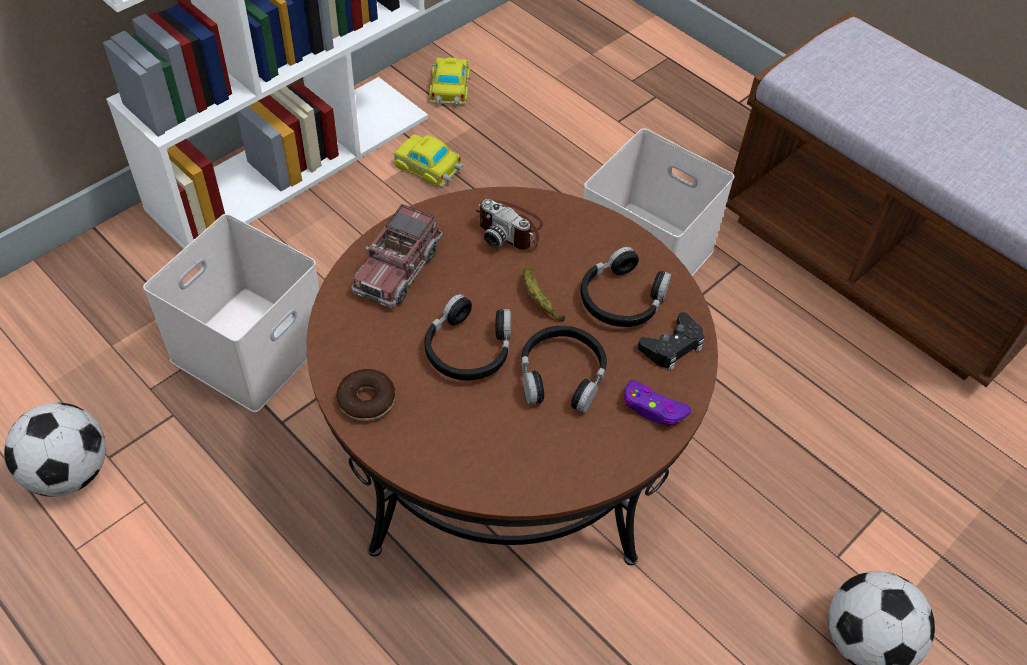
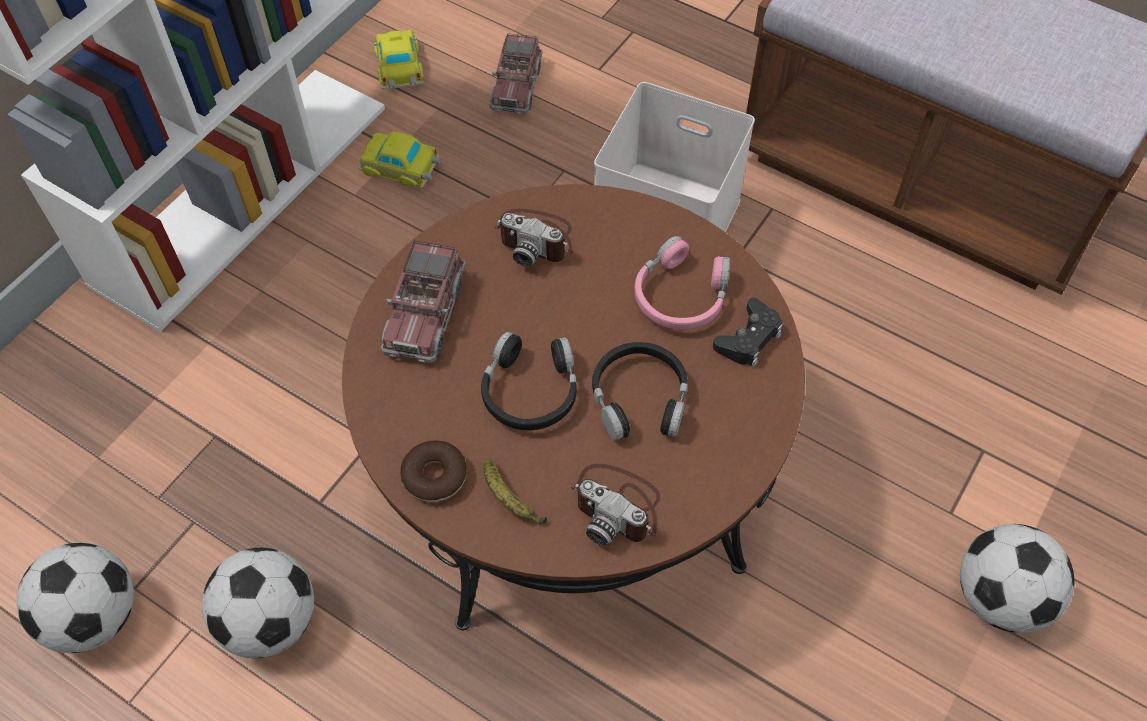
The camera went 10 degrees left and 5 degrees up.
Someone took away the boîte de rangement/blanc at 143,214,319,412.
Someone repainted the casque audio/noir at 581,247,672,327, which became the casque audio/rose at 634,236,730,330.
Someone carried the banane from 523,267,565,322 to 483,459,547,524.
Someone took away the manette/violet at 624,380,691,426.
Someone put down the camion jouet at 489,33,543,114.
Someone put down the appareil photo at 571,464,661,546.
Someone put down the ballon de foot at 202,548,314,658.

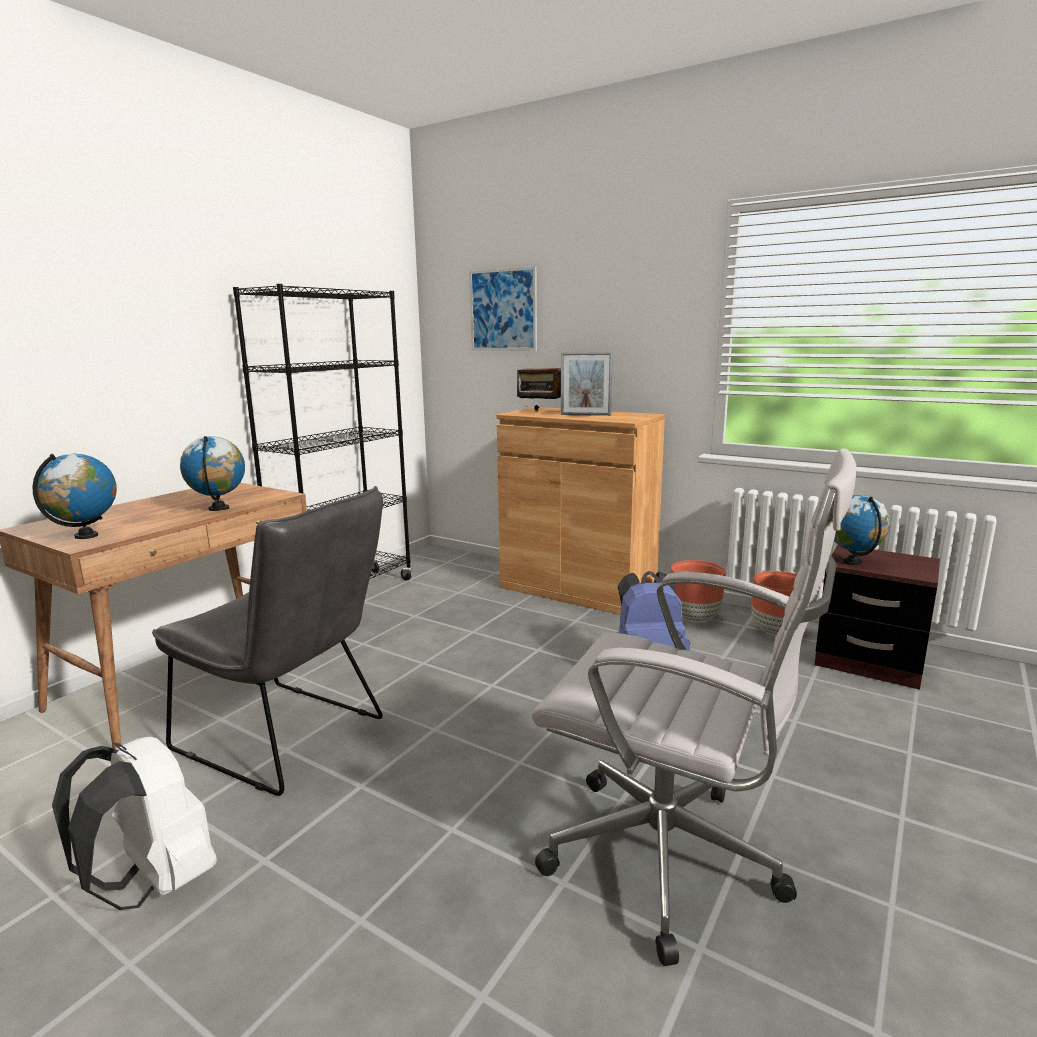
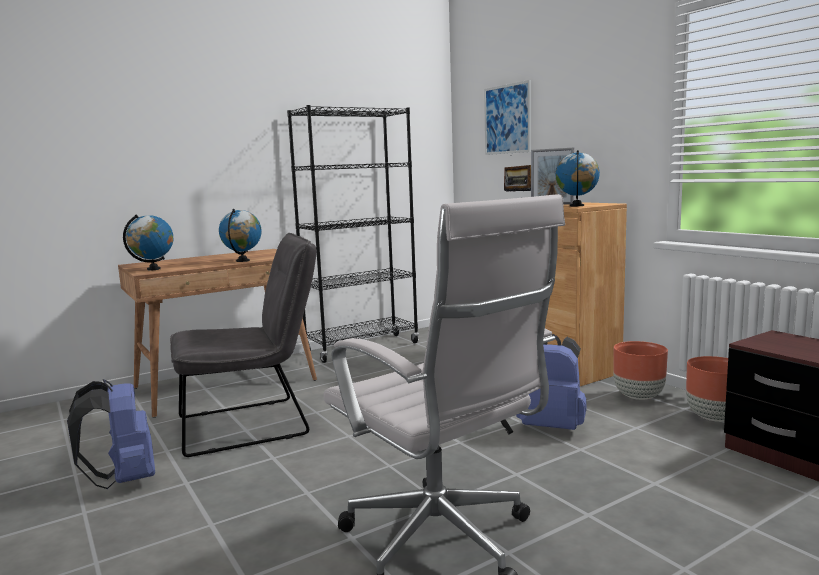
The camera went 25 degrees right and 5 degrees down.
Someone rotated the chaise/gris at 152,486,383,796 by 75 degrees counterclockwise.
Someone carried the globe from 834,495,890,565 to 555,150,600,206.
Someone repainted the sac à dos/blanc at 52,737,217,910, which became the sac à dos/bleu at 67,379,155,489.

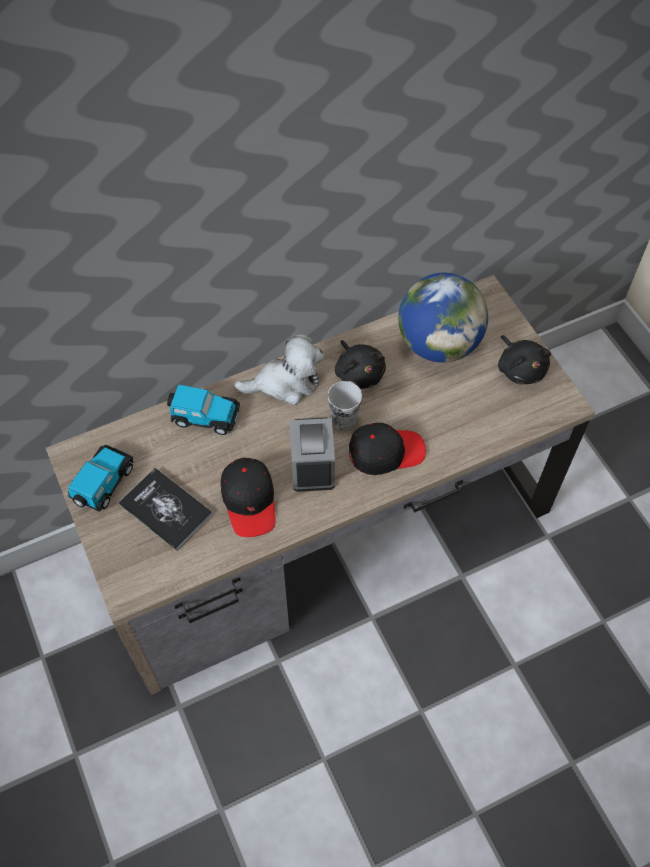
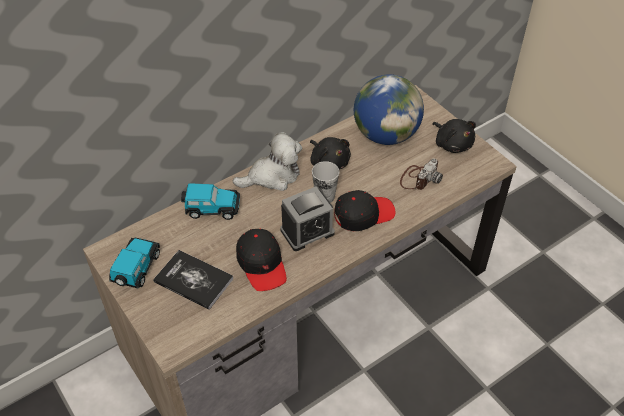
The camera went 10 degrees left and 10 degrees down.
Someone rotated the réveil at 290,417,335,492 by 105 degrees counterclockwise.
Someone put down the appareil photo at 400,158,443,190.

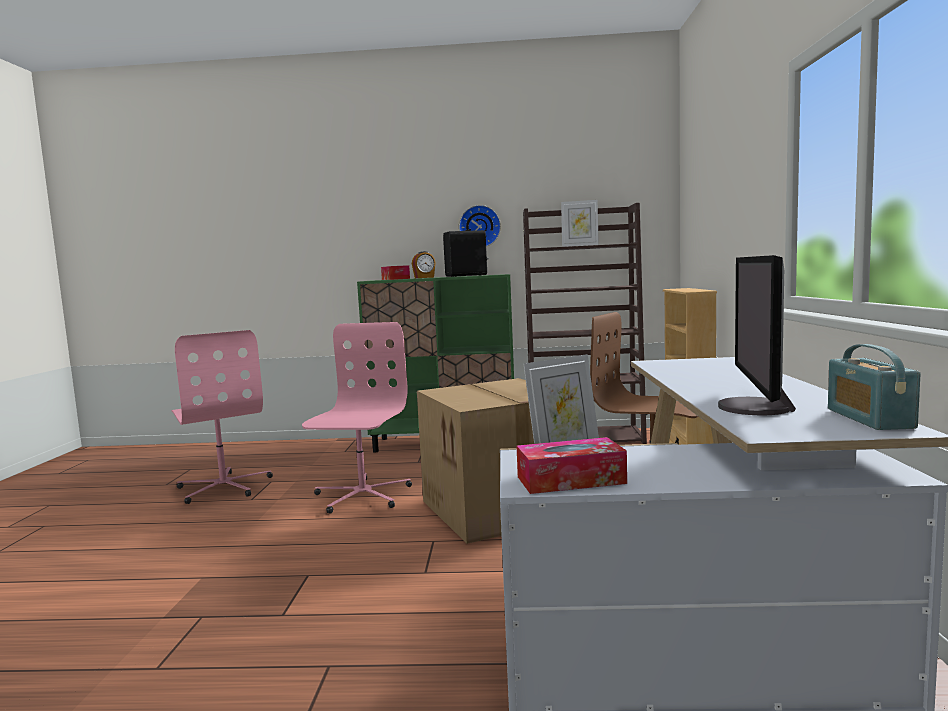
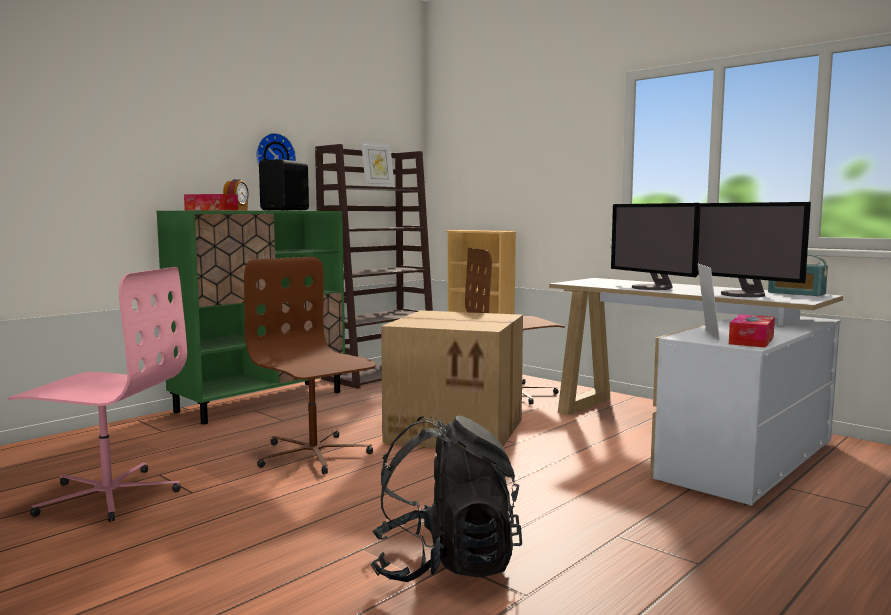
The camera went 50 degrees left and 0 degrees up.
Someone repainted the chaise de bureau/rose at 302,322,412,514, which became the chaise de bureau/marron at 244,257,376,474.
Someone put down the écran d'ordinateur at 611,203,701,290.
Someone put down the sac à dos/noir at 370,416,522,582.

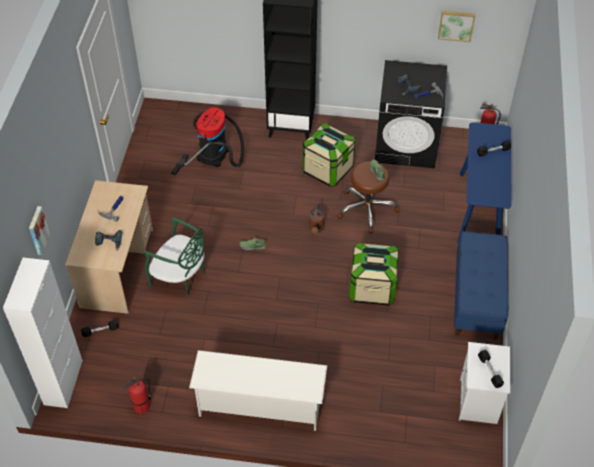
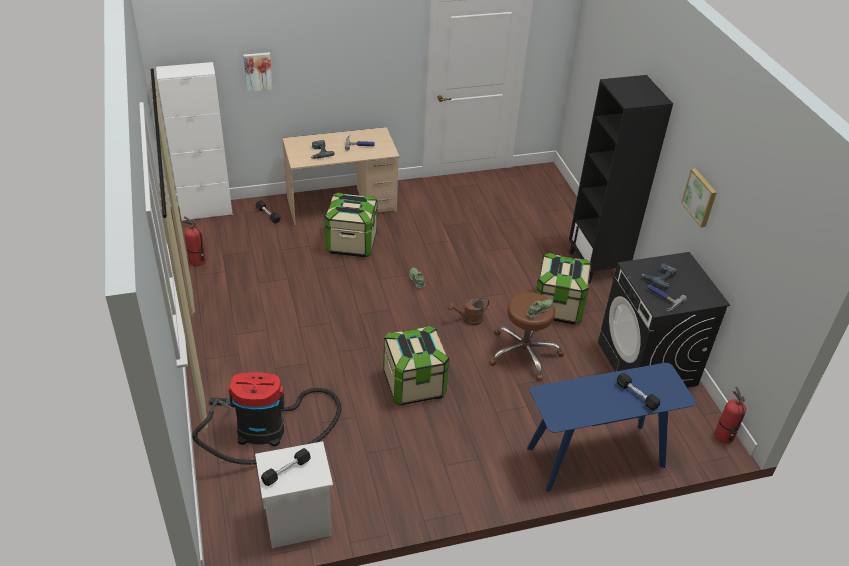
The camera went 65 degrees right and 10 degrees down.
Someone carried the tableau from 438,11,475,42 to 681,168,717,228.
Someone carried the aspirateur from 171,107,244,175 to 192,372,341,465.
Someone swapped the chaise/vert at 144,217,204,295 for the boîte de rangement at 325,192,378,257.
Someone took away the banc/bleu at 454,231,508,340.
Someone took away the étagère à chaussures/blanc at 189,350,327,431.

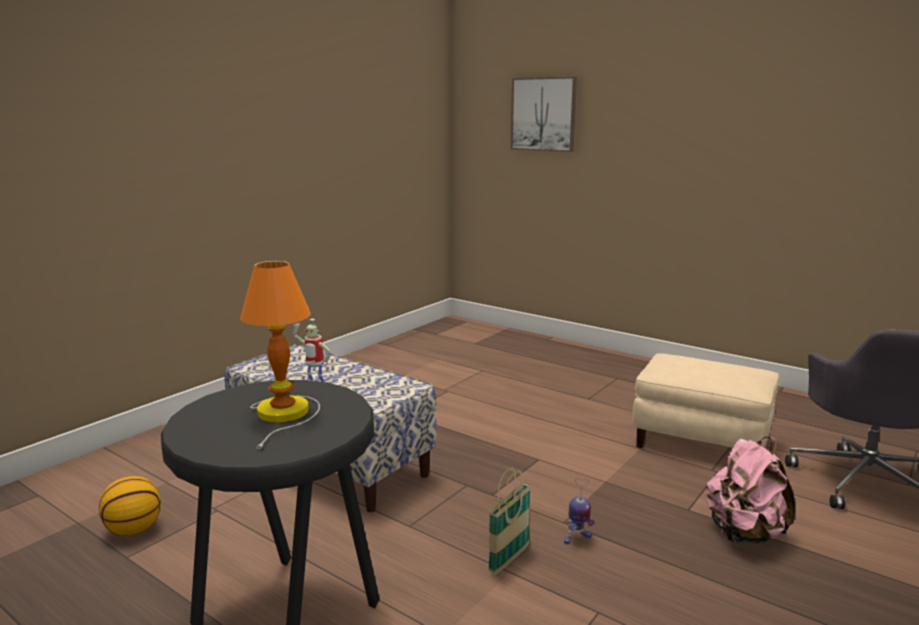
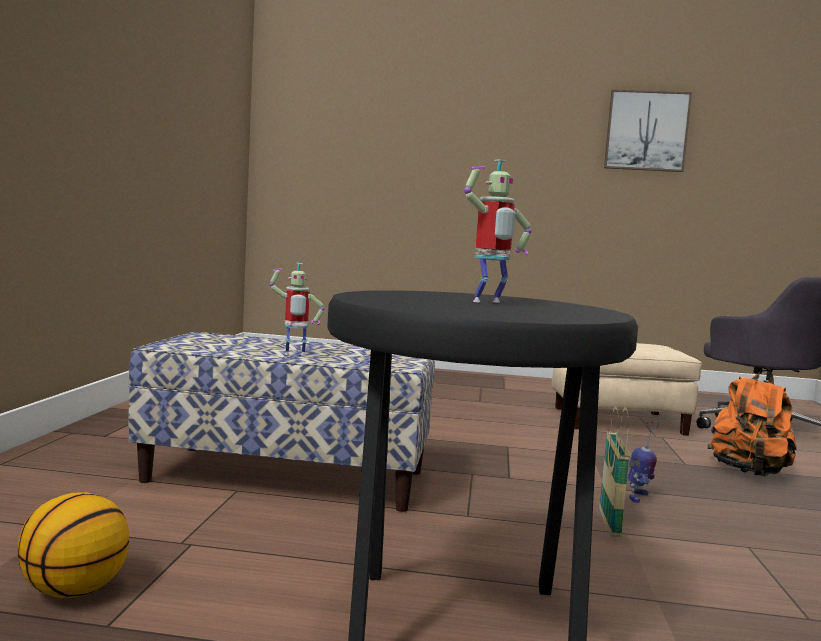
The camera went 30 degrees left and 10 degrees down.
Someone carried the tableau from 511,77,577,152 to 604,89,692,172.
Someone swapped the lampe de table at 240,261,320,449 for the robot jouet at 464,159,532,303.
Someone repainted the sac à dos/rose at 706,437,795,543, which became the sac à dos/orange at 708,369,797,476.

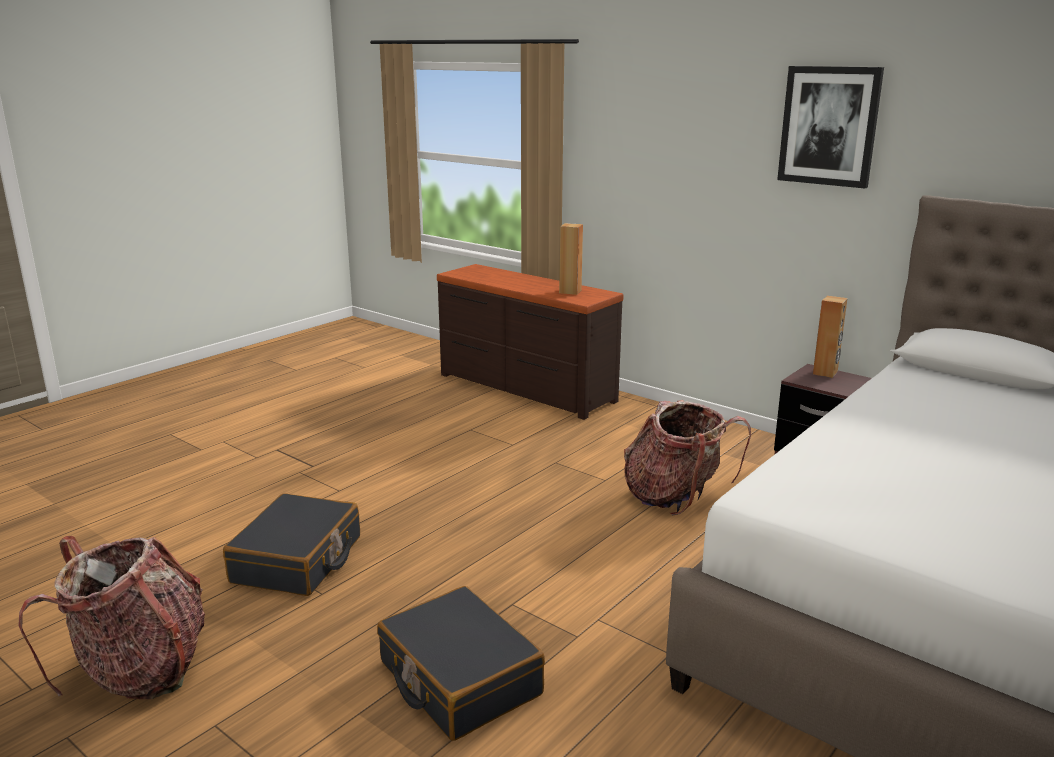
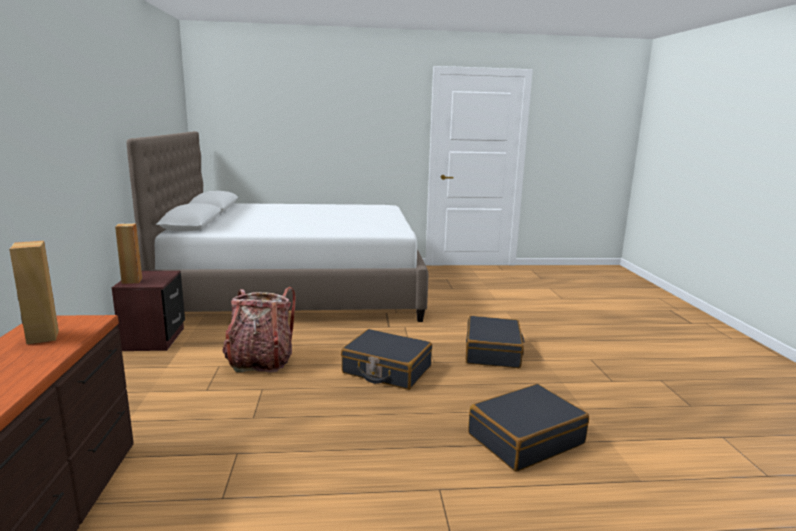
The camera went 135 degrees left and 5 degrees down.
Someone took away the tableau at 777,66,884,188.
Someone took away the sac à dos at 18,536,205,699.
Someone put down the valise/noir at 341,329,432,390.

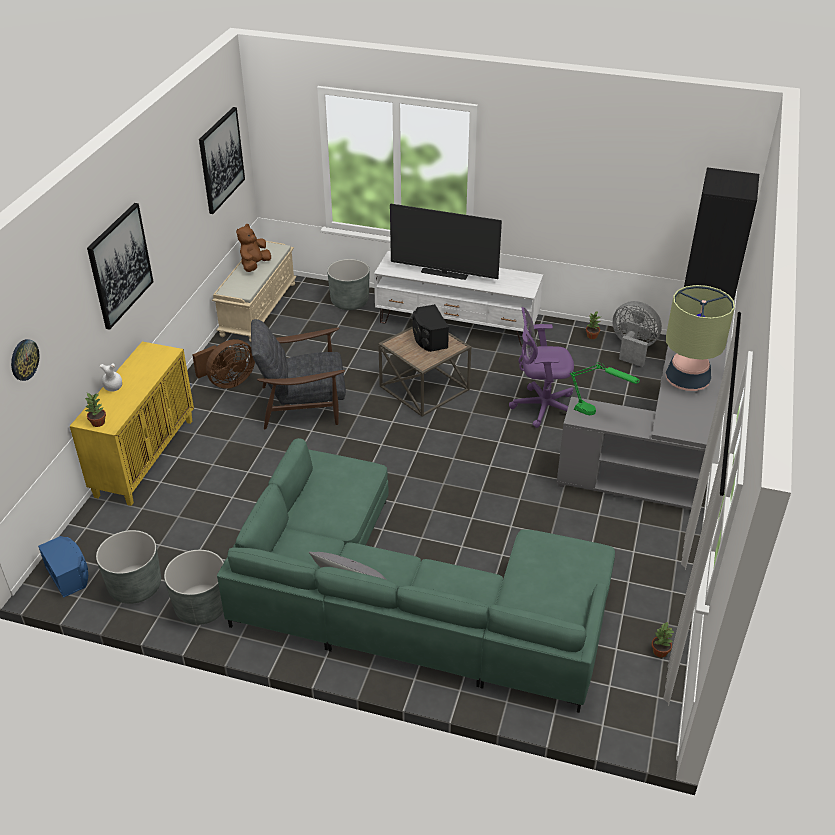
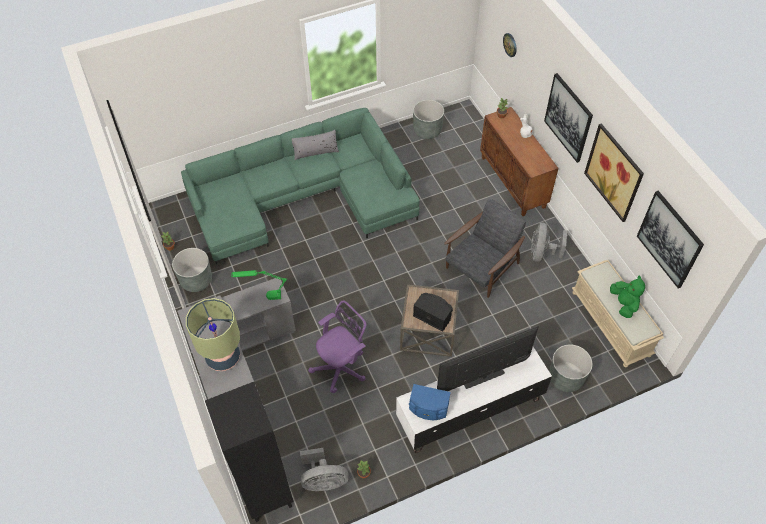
The camera went 140 degrees right and 15 degrees up.
Someone repainted the peluche/marron at 236,224,271,272, which became the peluche/vert at 610,276,645,318.
Someone repainted the ventilateur/marron at 192,339,255,389, which became the ventilateur/gris at 531,222,567,262.
Someone repainted the meuble de rangement/jaune at 70,342,194,506, which became the meuble de rangement/marron at 480,107,559,216.
Someone carried the enceinte/bleu from 38,536,88,598 to 409,384,451,420.
Someone carried the cache-pot/gris from 164,550,224,625 to 172,248,212,292.
Someone put up the tableau at 584,123,644,222.

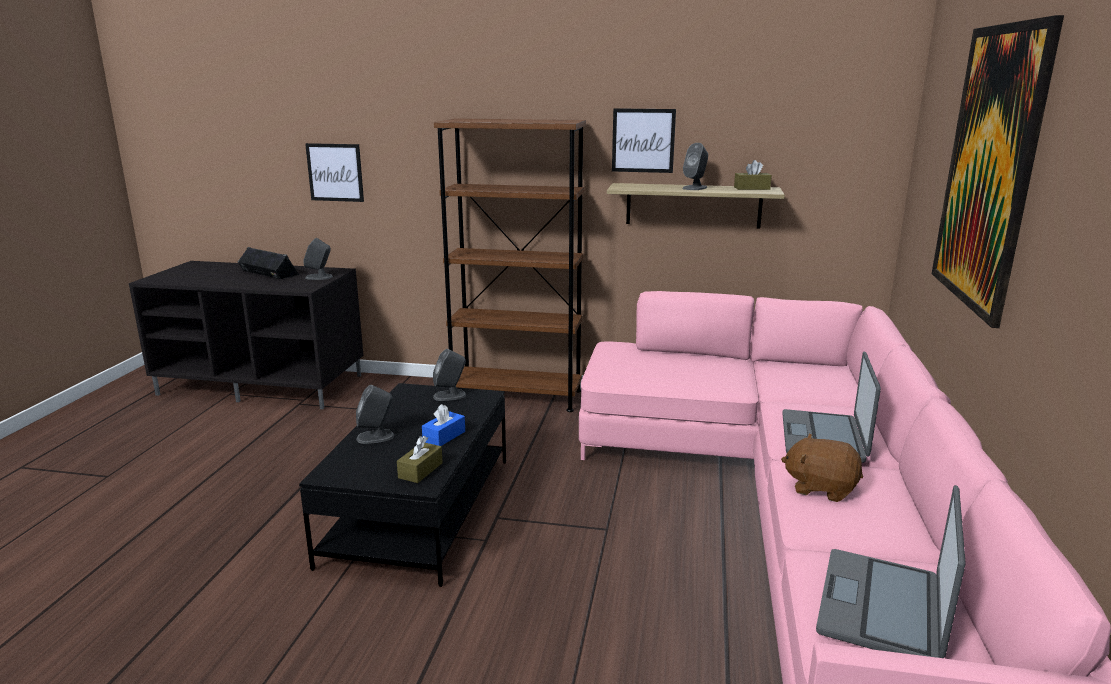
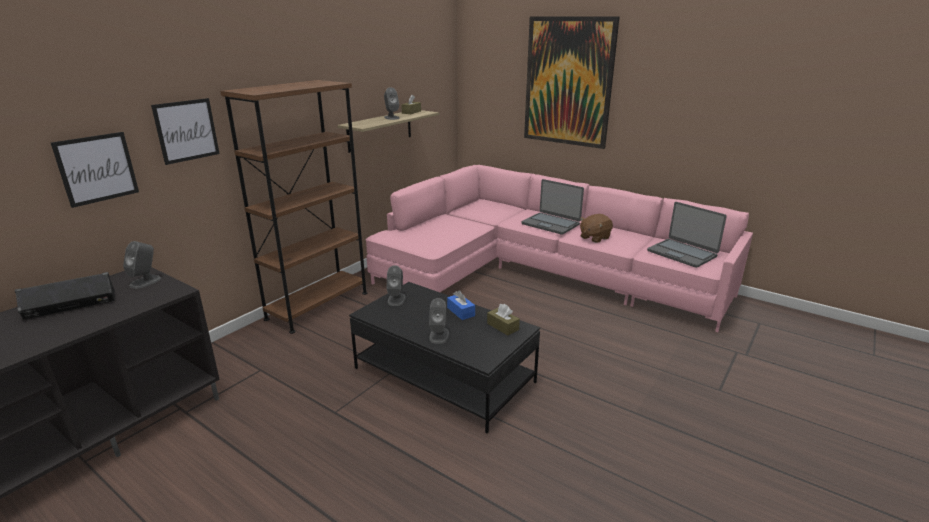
The camera went 65 degrees left and 5 degrees up.
Someone carried the tableau from 612,108,676,173 to 151,98,220,165.

